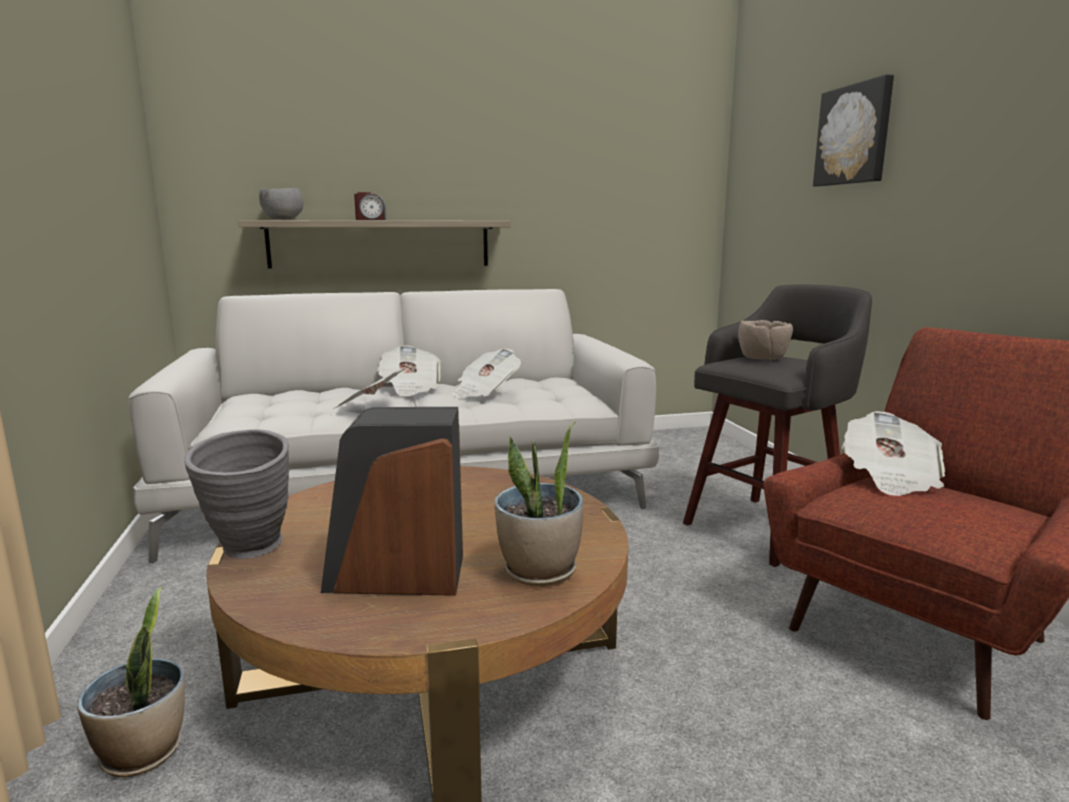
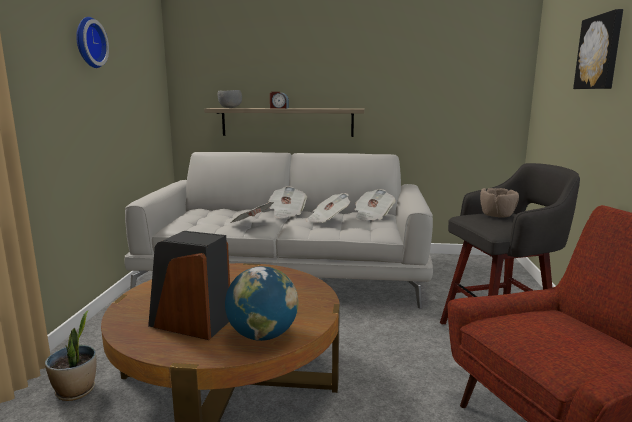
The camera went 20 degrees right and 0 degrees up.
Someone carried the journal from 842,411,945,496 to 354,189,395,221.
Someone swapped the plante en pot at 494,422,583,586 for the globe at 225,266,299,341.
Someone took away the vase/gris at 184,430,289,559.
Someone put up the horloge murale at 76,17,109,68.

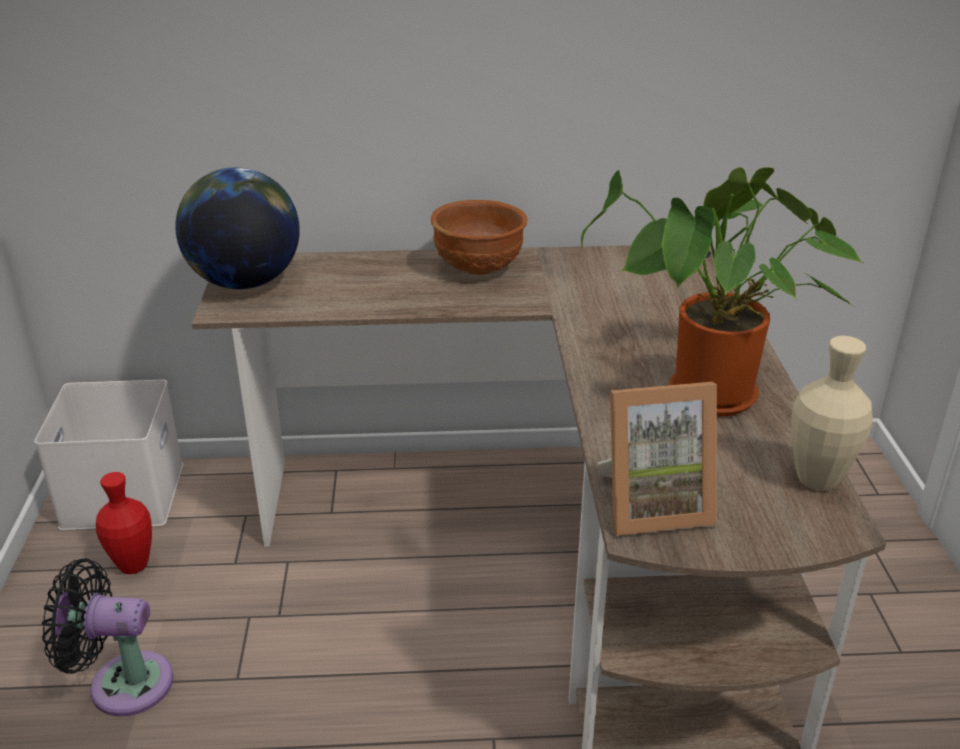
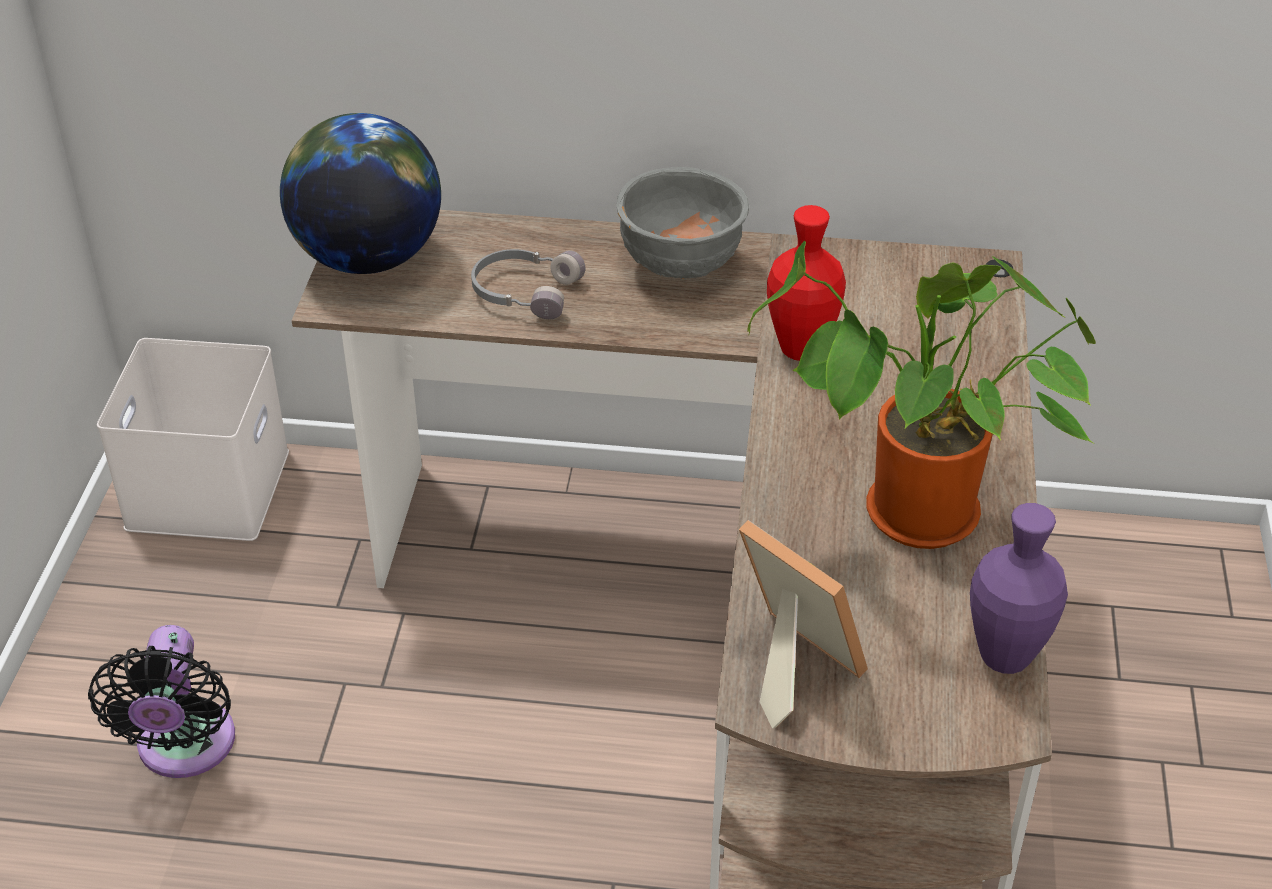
The camera went 10 degrees right and 10 degrees up.
Someone repainted the bol/marron at 431,200,528,275, which became the bol/gris at 617,167,749,279.
Someone repainted the vase/beige at 791,336,873,491, which became the vase/violet at 970,503,1068,674.
Someone rotated the cadre photo at 598,382,717,536 by 135 degrees counterclockwise.
Someone carried the vase/rouge from 96,472,152,574 to 767,205,846,361.
Someone rotated the ventilateur/noir at 42,559,173,716 by 105 degrees counterclockwise.
Someone put down the casque audio/gris at 471,249,585,319.

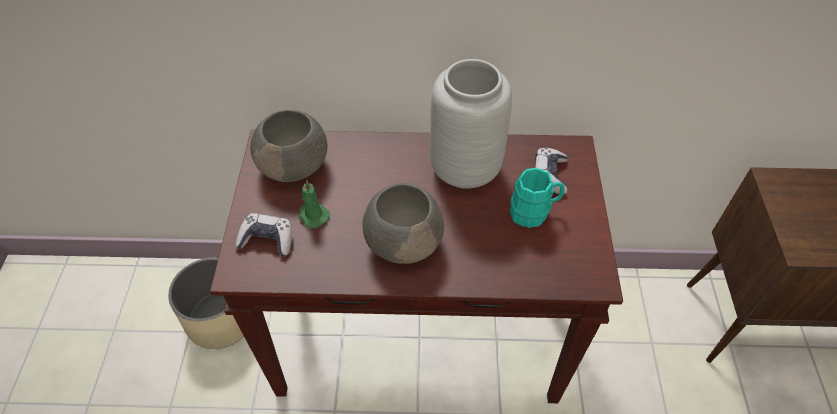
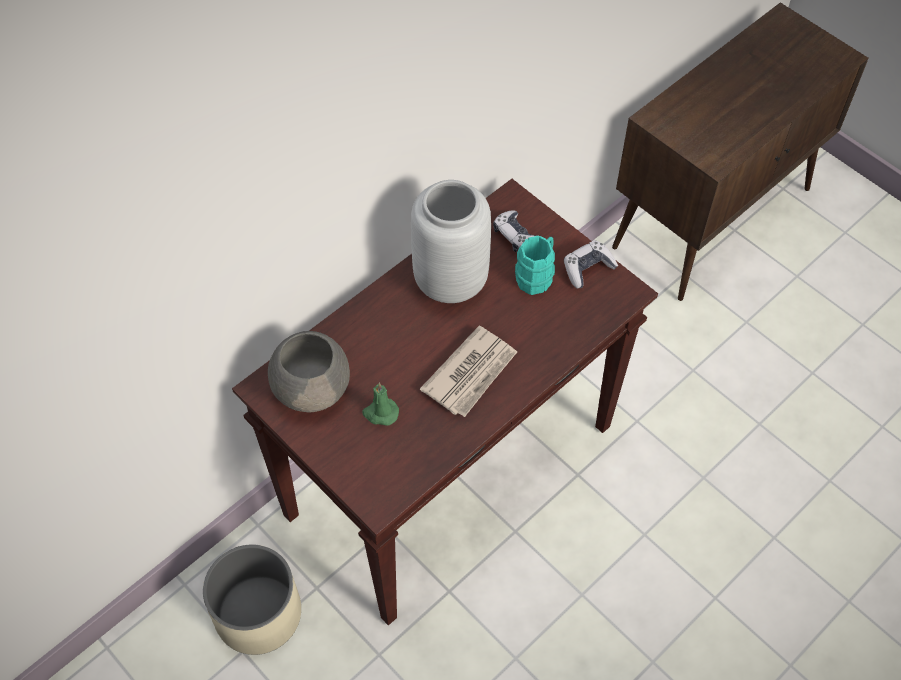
The camera went 45 degrees left and 5 degrees up.
Someone swapped the bol/gris at 363,183,444,264 for the journal at 420,326,517,417.
Someone carried the manette from 235,213,292,256 to 564,240,618,288.

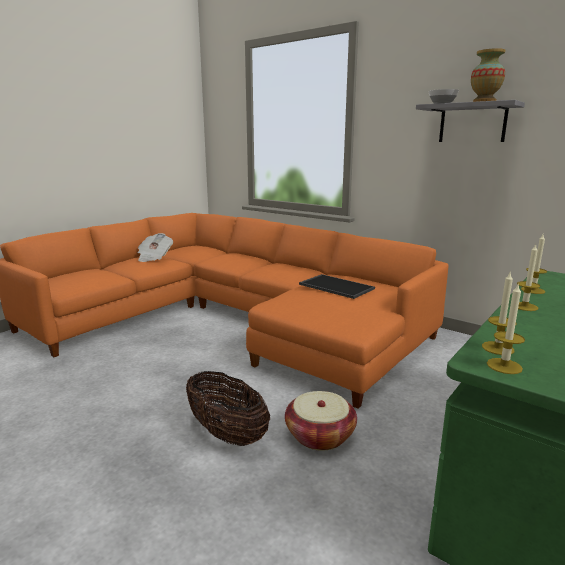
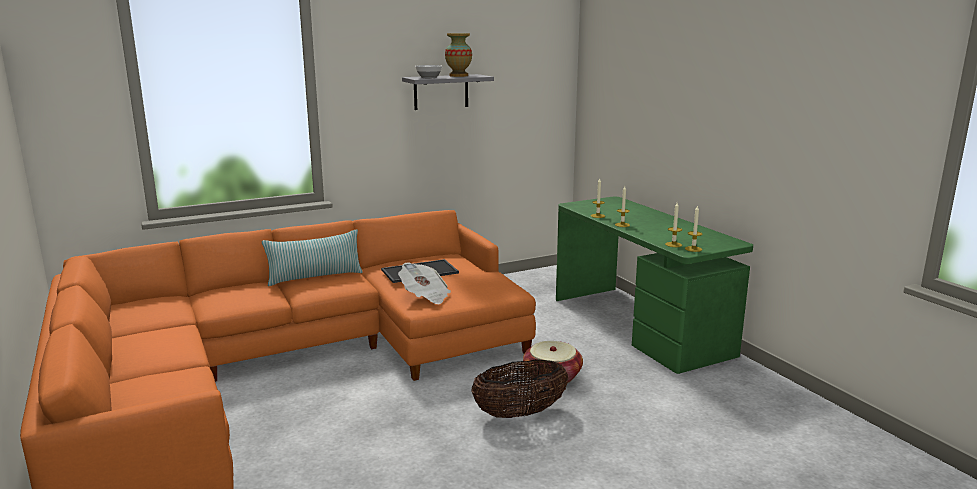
The camera went 65 degrees left and 0 degrees up.
Someone carried the journal from 137,233,173,262 to 398,263,451,304.
Someone put down the coussin at 262,229,363,286.

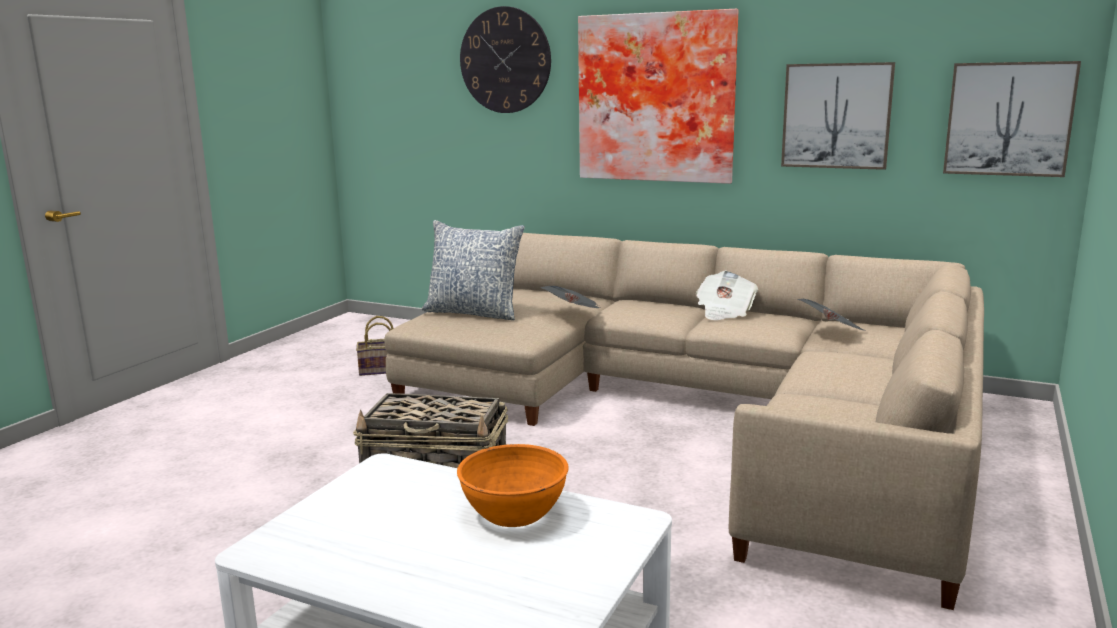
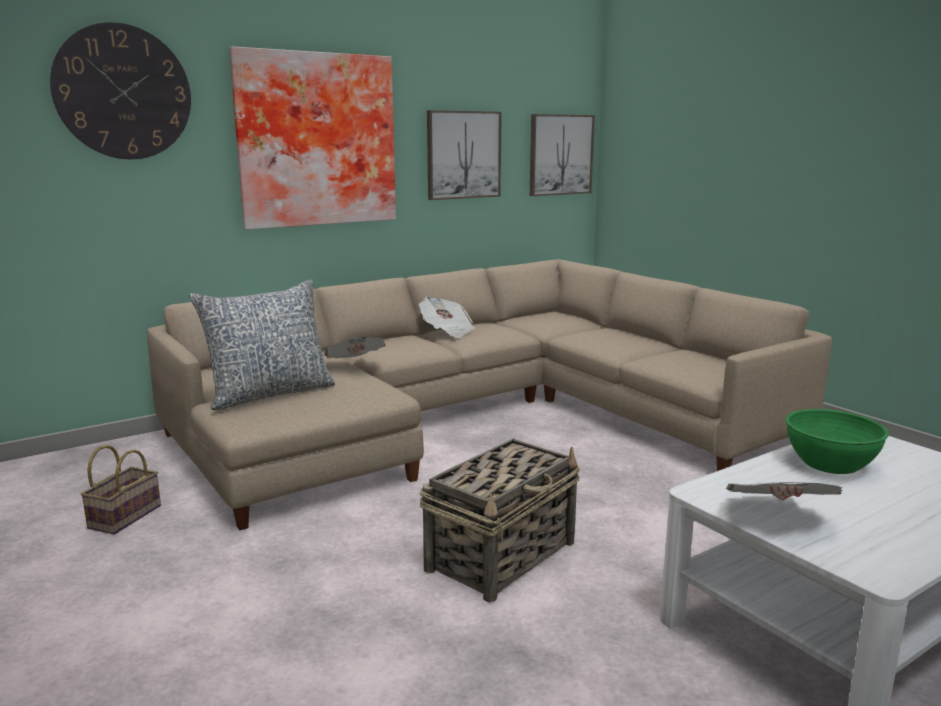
The camera went 60 degrees left and 0 degrees up.
Someone carried the journal from 797,298,867,331 to 726,482,842,500.
Someone repainted the bol/orange at 457,444,569,527, which became the bol/vert at 785,409,889,474.

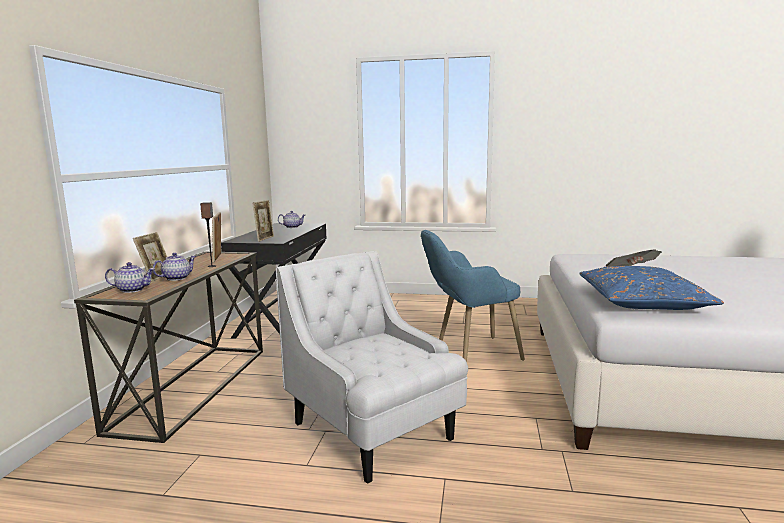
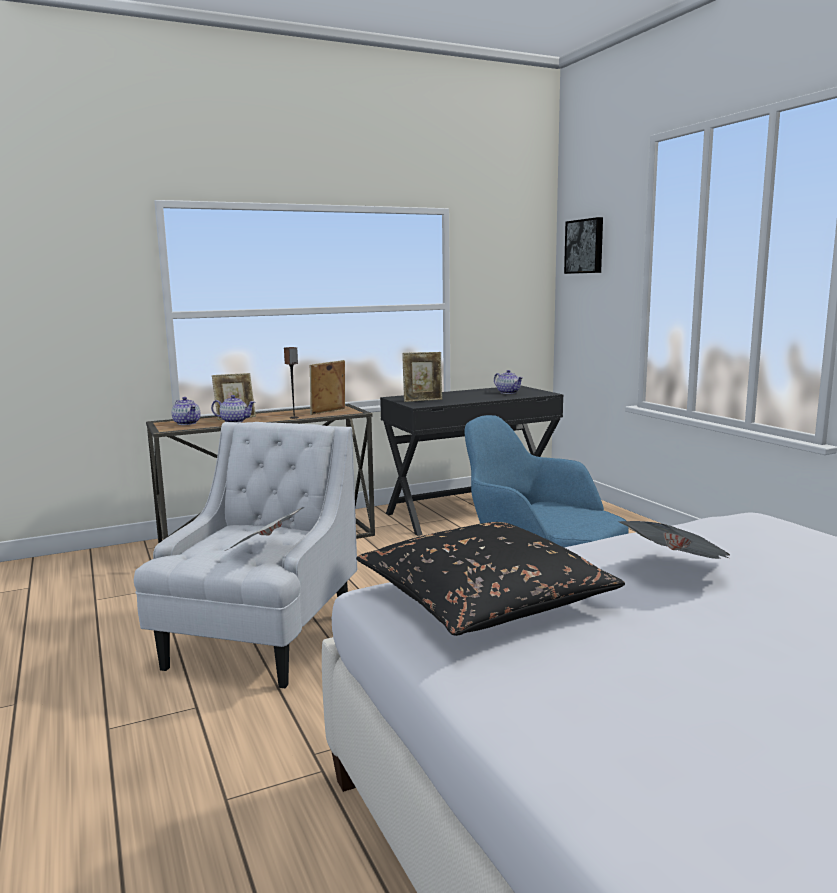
The camera went 55 degrees right and 0 degrees up.
Someone repainted the coussin/bleu at 579,266,724,310, which became the coussin/noir at 356,522,625,636.
Someone put up the tableau at 564,217,603,274.
Someone put down the journal at 225,507,304,551.

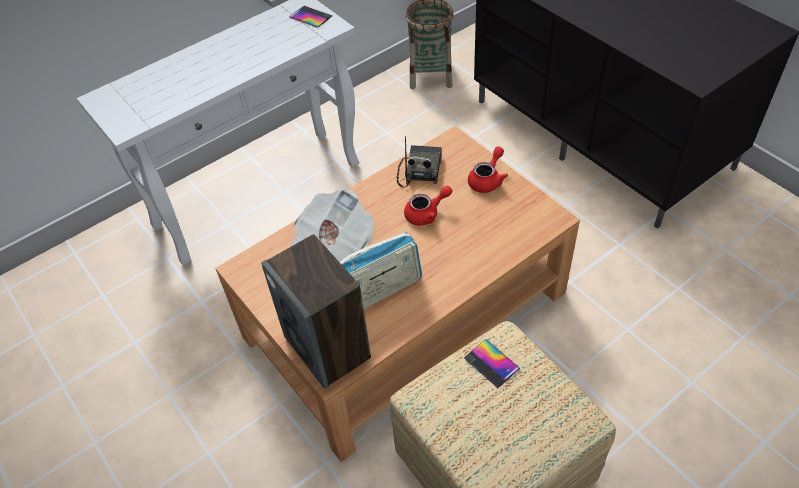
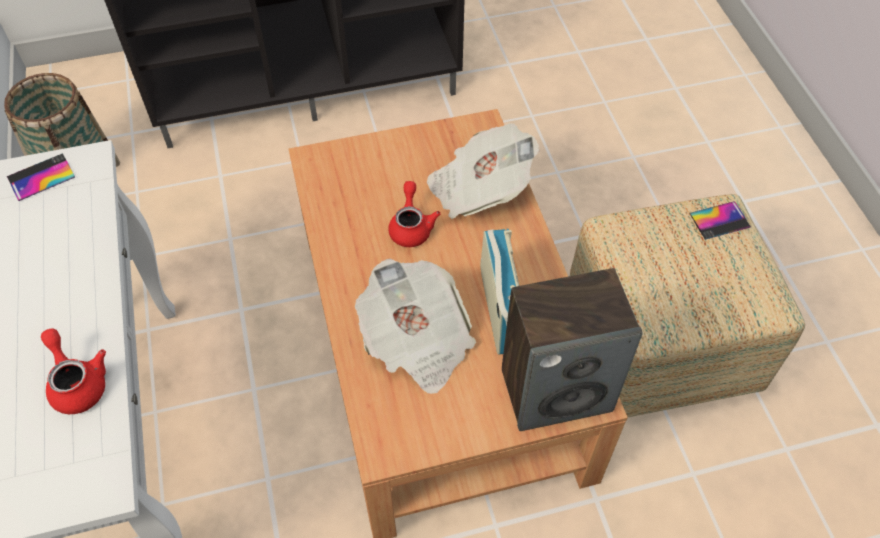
The camera went 70 degrees left and 5 degrees up.
Someone took away the radio at 397,136,442,188.
Someone carried the théière/rouge from 468,146,508,193 to 41,328,106,414.
Someone carried the téléphone from 464,339,520,388 to 690,201,751,240.
Someone put down the journal at 426,123,540,219.

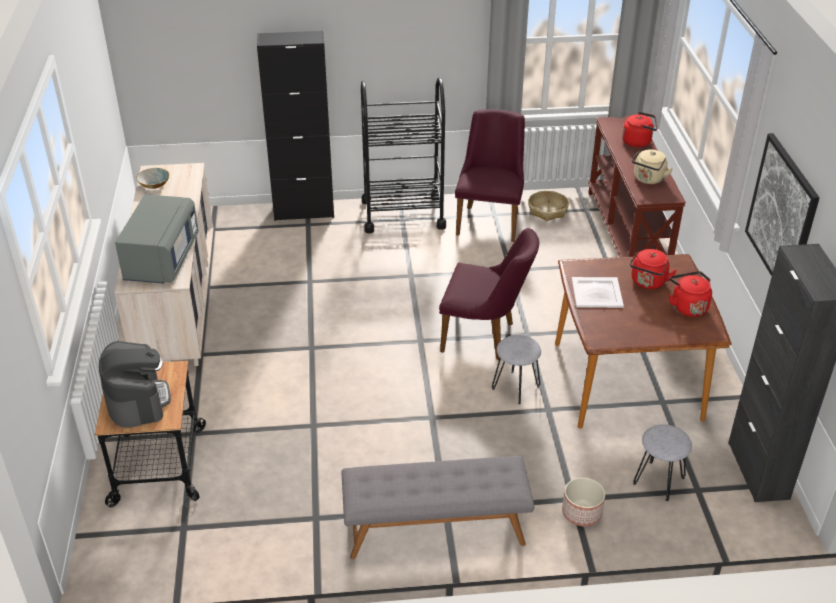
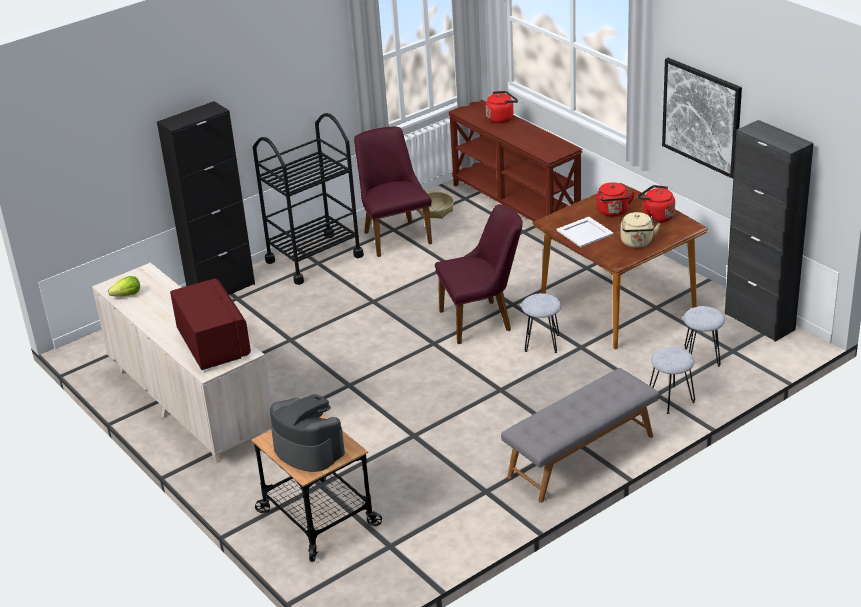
The camera went 30 degrees left and 5 degrees down.
Someone carried the bouilloire/beige from 632,149,673,184 to 620,212,661,248.
Someone swapped the bol at 136,168,169,189 for the laitue at 108,276,140,297.
Someone repainted the micro-ondes/gris at 115,194,199,283, which became the micro-ondes/rouge at 170,279,251,370.
Someone swapped the cache-pot at 562,477,605,526 for the tabouret/gris at 649,347,695,414.

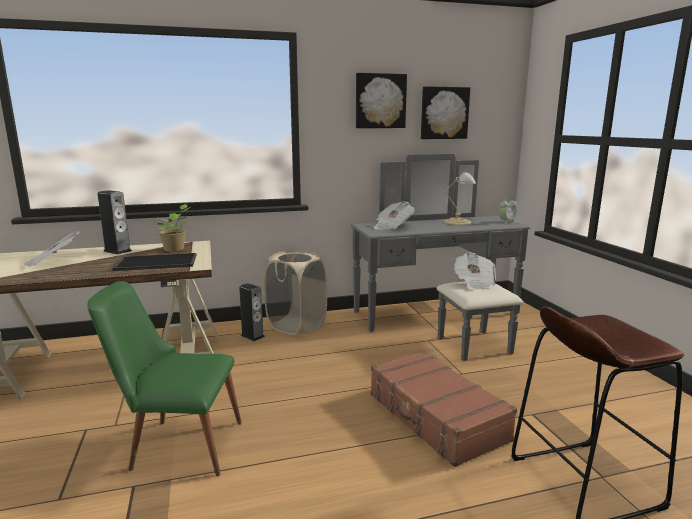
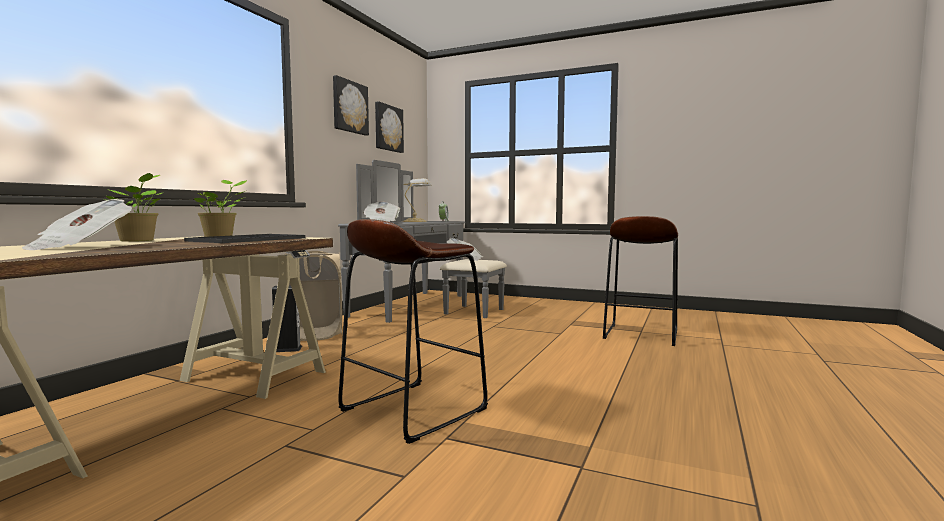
The camera went 50 degrees left and 10 degrees down.
Someone swapped the enceinte at 97,190,132,254 for the plante en pot at 102,173,162,242.
Someone swapped the chaise/vert at 87,281,242,476 for the tabouret/marron at 338,219,488,444.
Someone took away the valise/marron at 371,351,517,467.

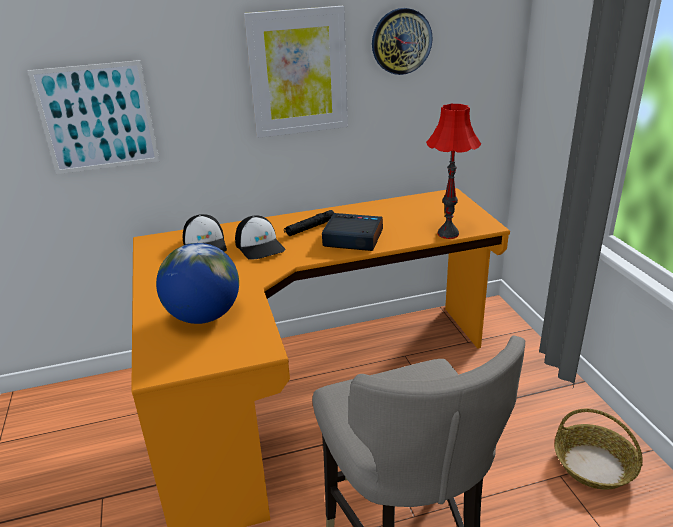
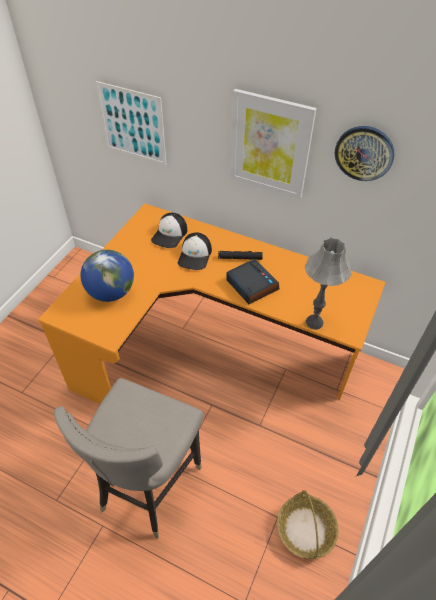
The camera went 40 degrees right and 20 degrees up.
Someone repainted the lampe de table/rouge at 426,104,481,239, which became the lampe de table/gris at 305,237,352,330.

